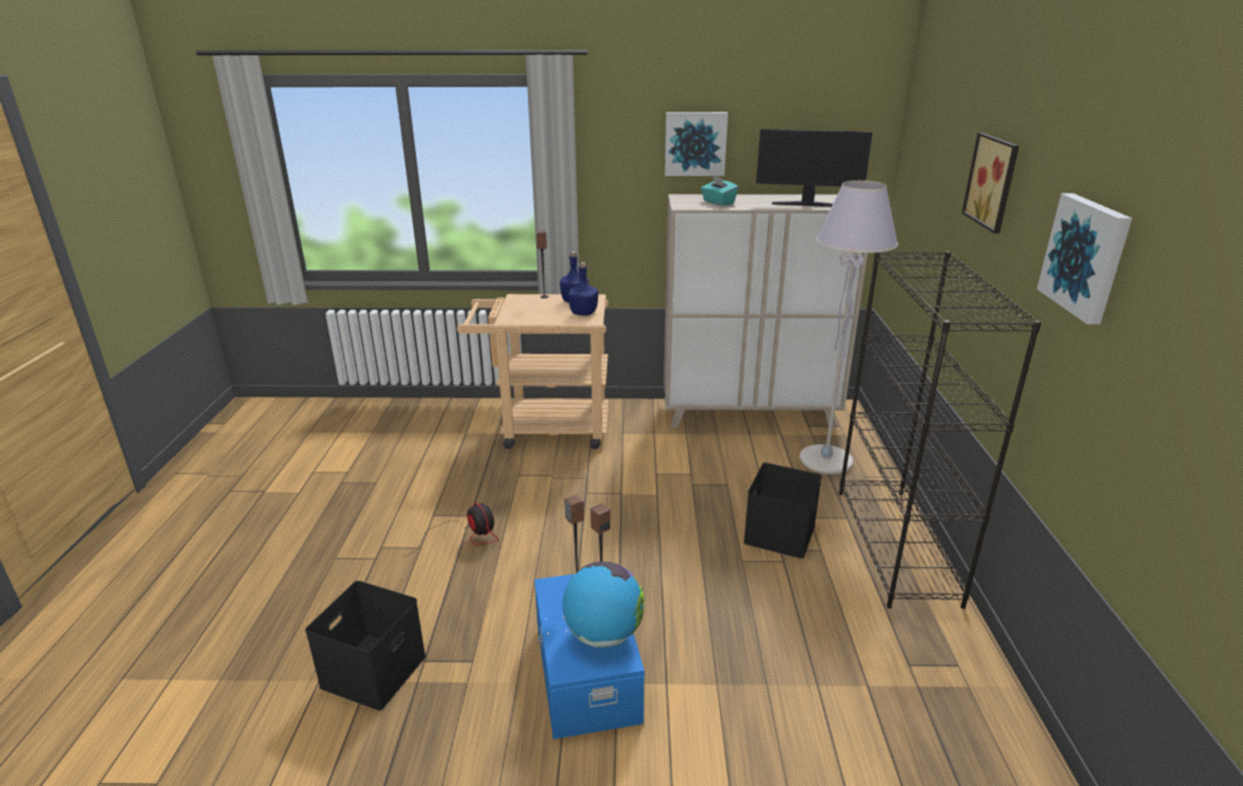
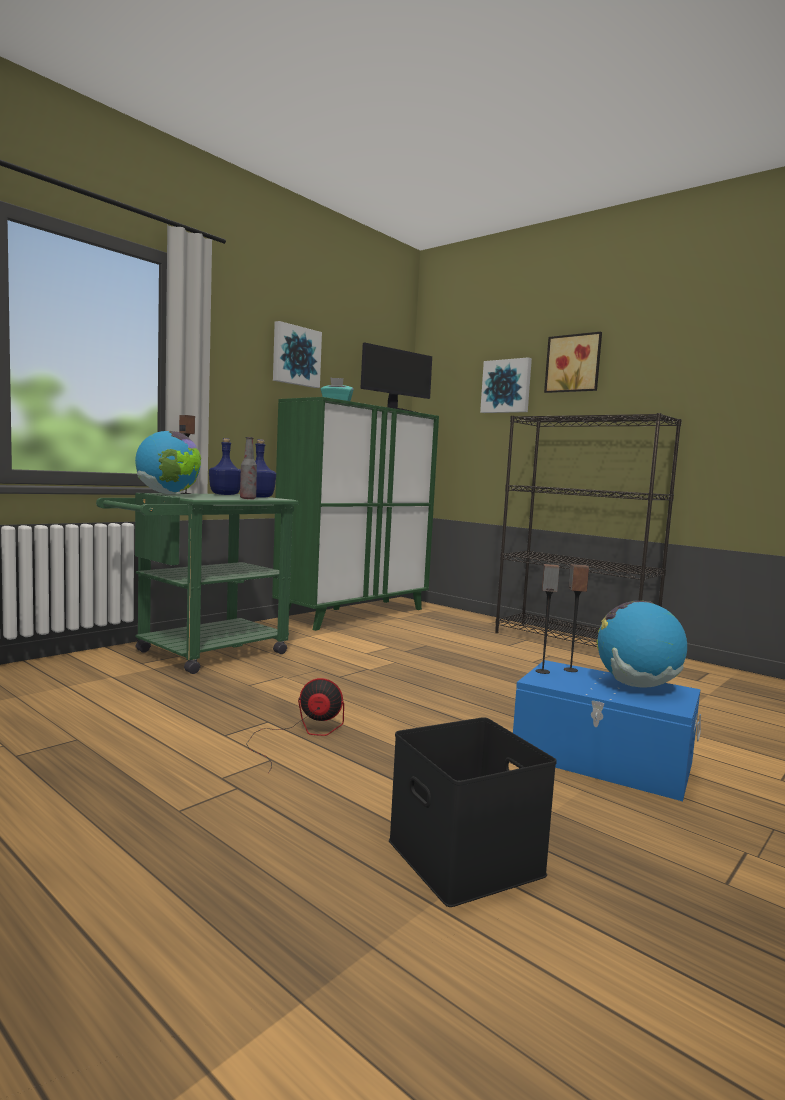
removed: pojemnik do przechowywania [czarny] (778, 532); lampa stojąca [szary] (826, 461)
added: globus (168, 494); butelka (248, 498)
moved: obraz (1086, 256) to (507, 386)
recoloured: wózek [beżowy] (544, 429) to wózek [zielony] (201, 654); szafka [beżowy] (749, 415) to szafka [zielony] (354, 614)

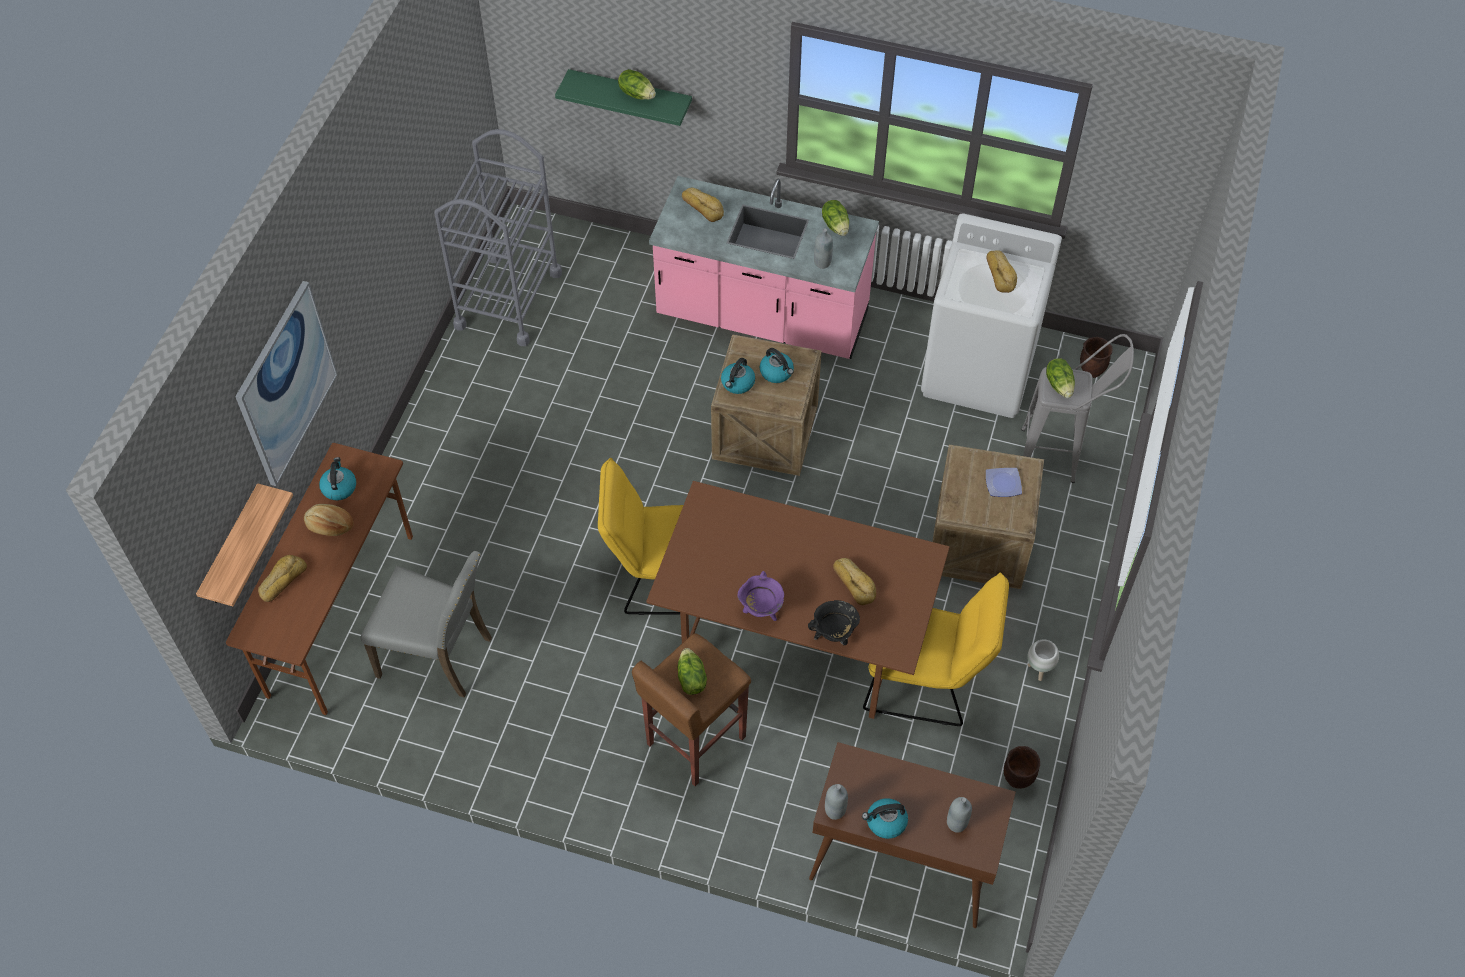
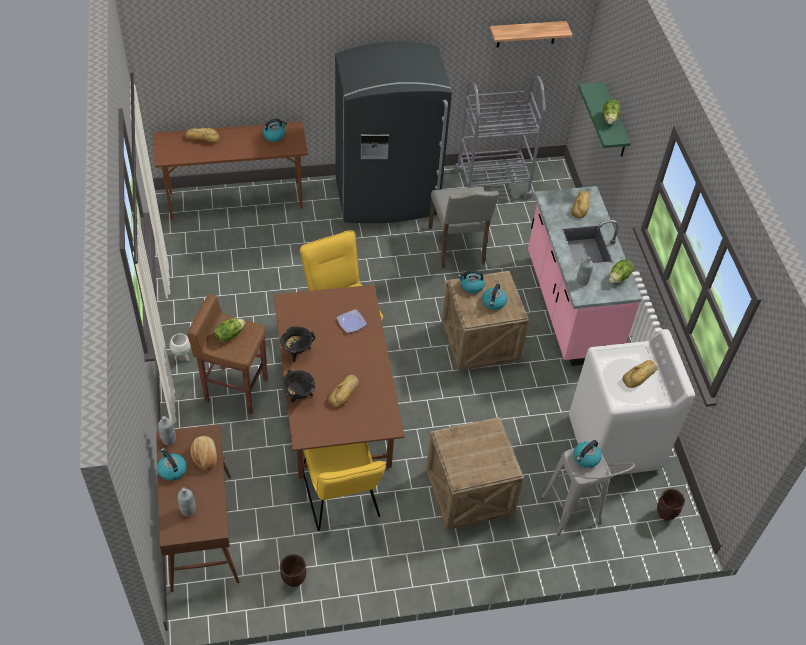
removed: obraz (286, 384)
added: lodówka [szary] (387, 198)
moved: półka (232, 549) to (526, 34); chleb (329, 525) to (205, 456); krzesło [szary] (438, 655) to (458, 246); talerz (1003, 483) to (352, 323); donica [biały] (1038, 670) to (182, 357)
replaced: sałata (1059, 385) to czajnik (585, 458)
recoloured: garnek [fioletowy] (761, 610) to garnek [czarny] (297, 352)

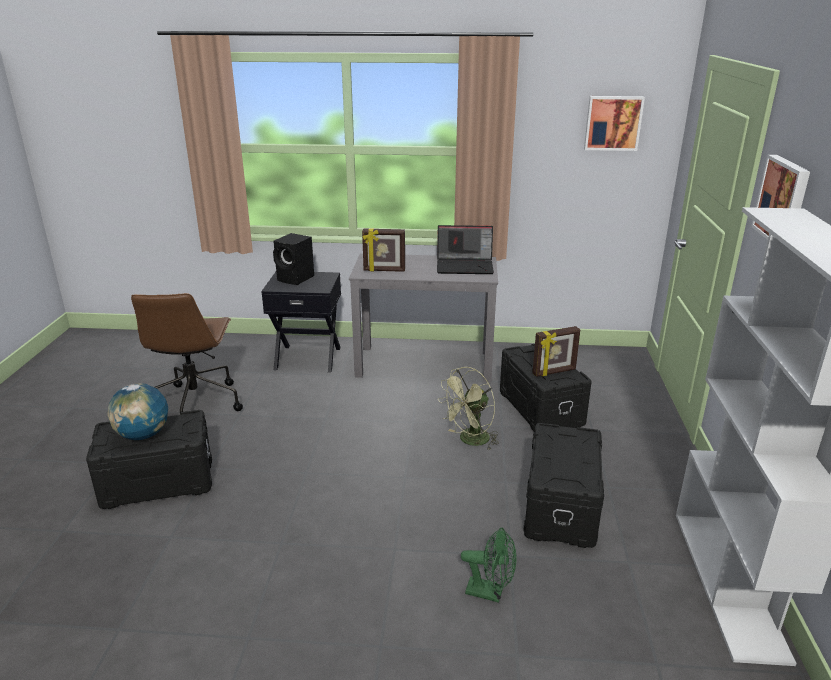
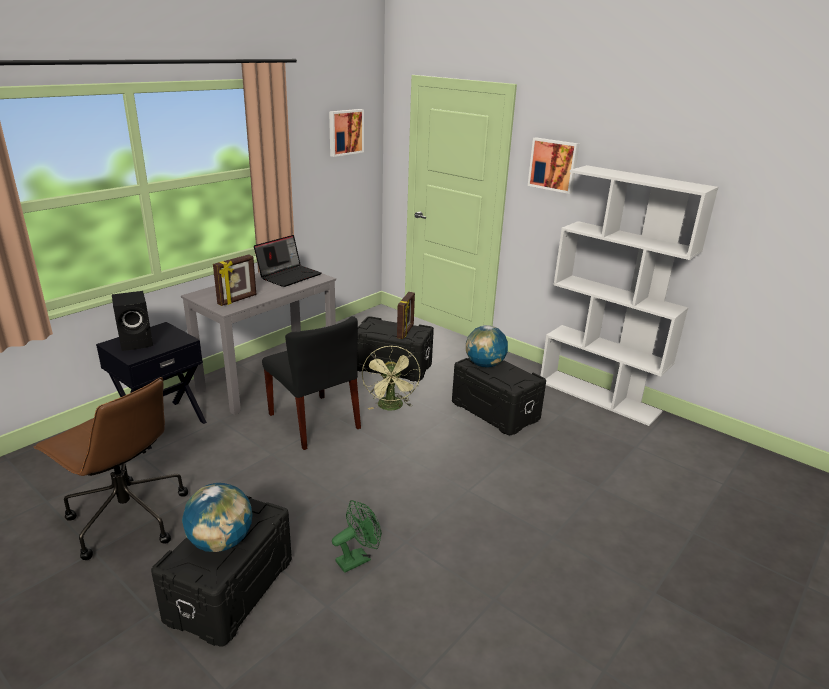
added: krzesło [czarny] (314, 421); globus (485, 365)
moved: wentylator [zielony] (490, 592) to (357, 558)

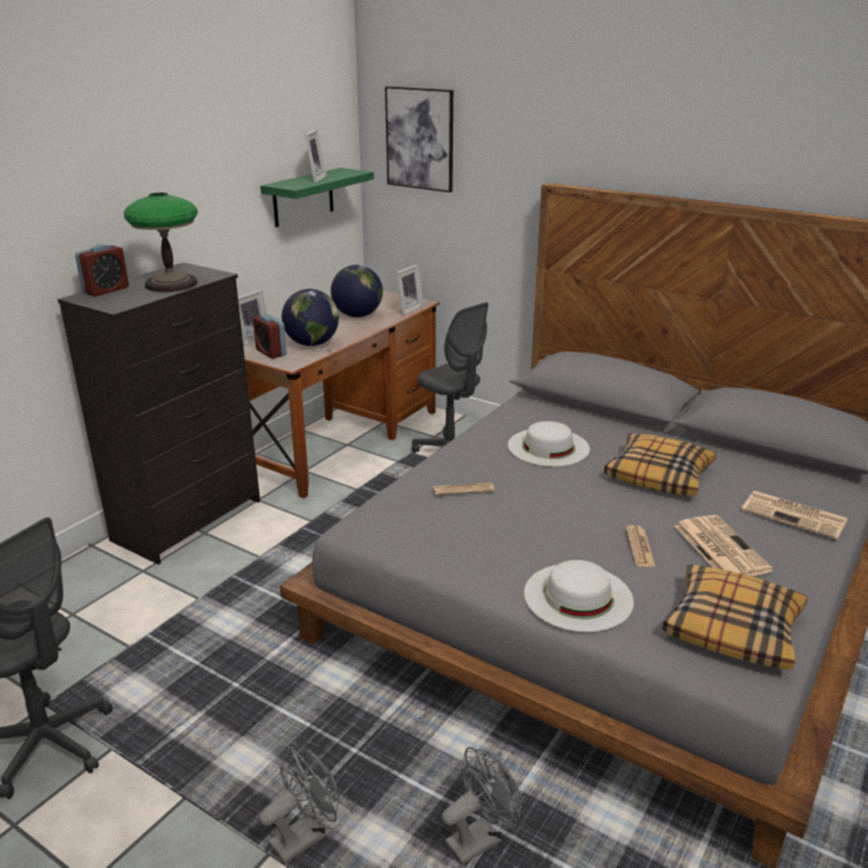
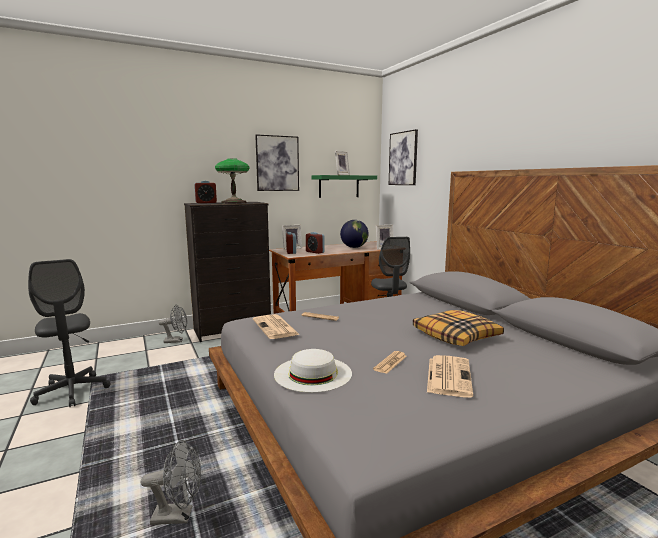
removed: kapelusz [biały] (548, 447); poduszka (733, 628)
added: obraz (277, 163)
moved: wentylator [szary] (305, 835) to (176, 341); gazeta (795, 515) to (276, 327)
replaced: globus (312, 344) to budzik (315, 252)

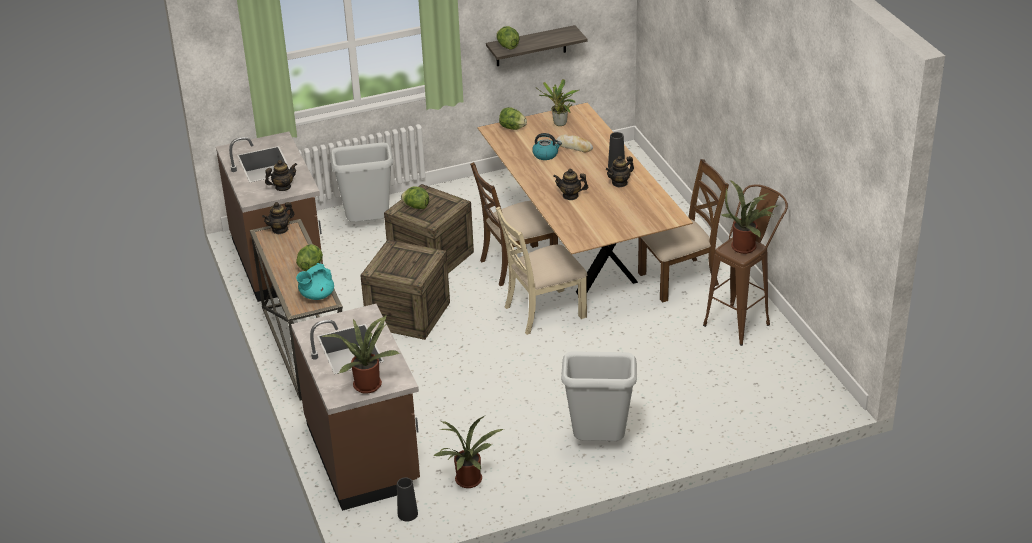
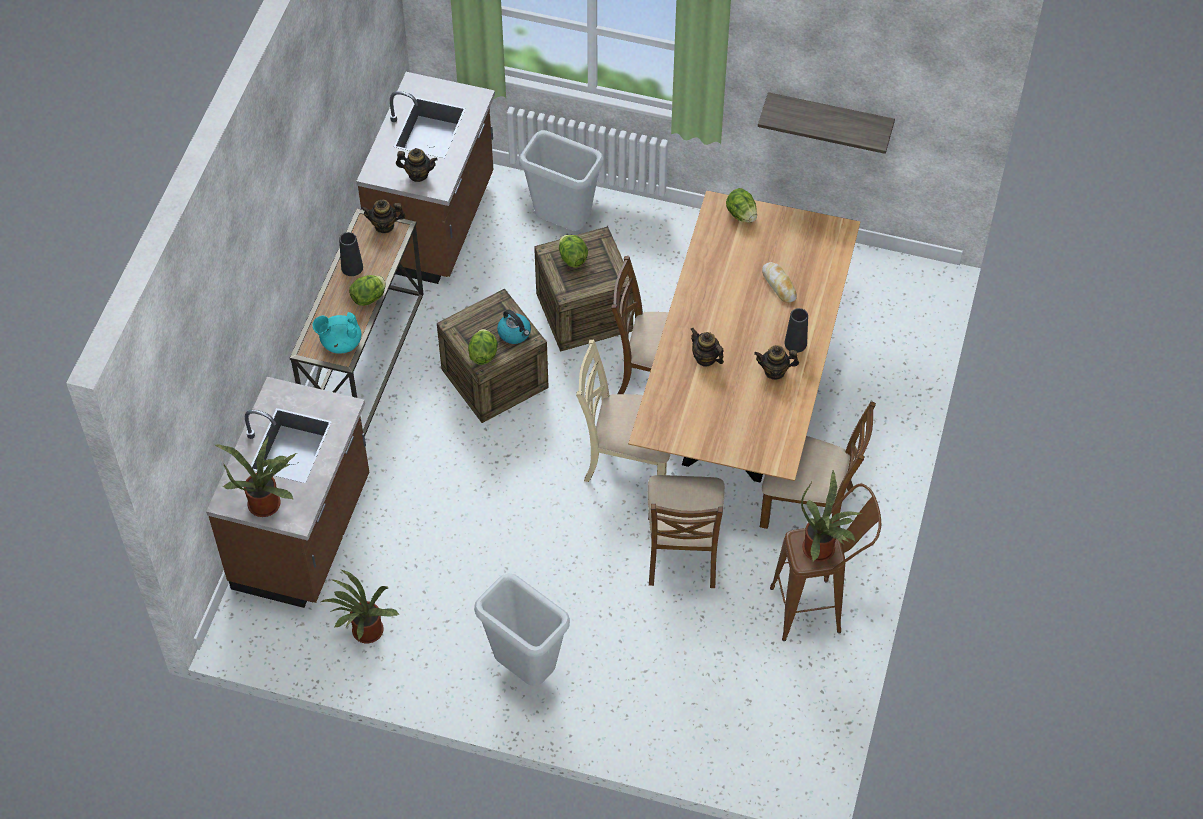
removed: roślina doniczkowa (560, 124)
added: krzesło [brązowy] (682, 551)
moved: wazon [czarny] (407, 514) to (352, 267); sałata (507, 46) to (483, 354); czajnik (546, 155) to (515, 333)

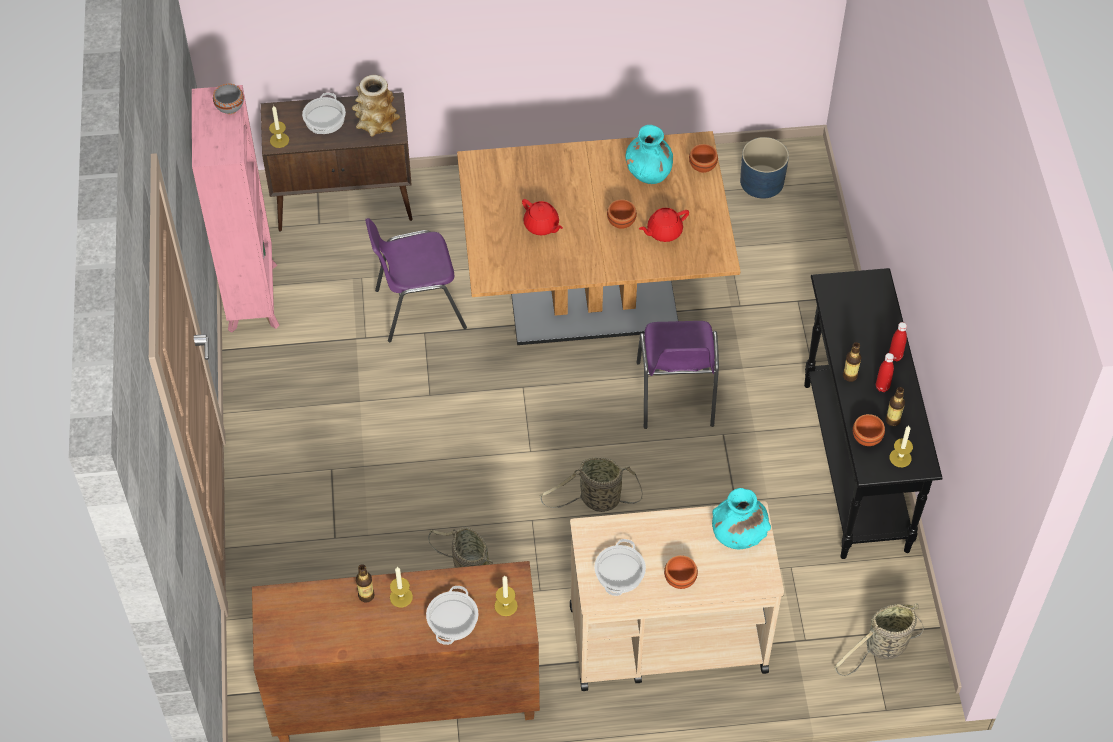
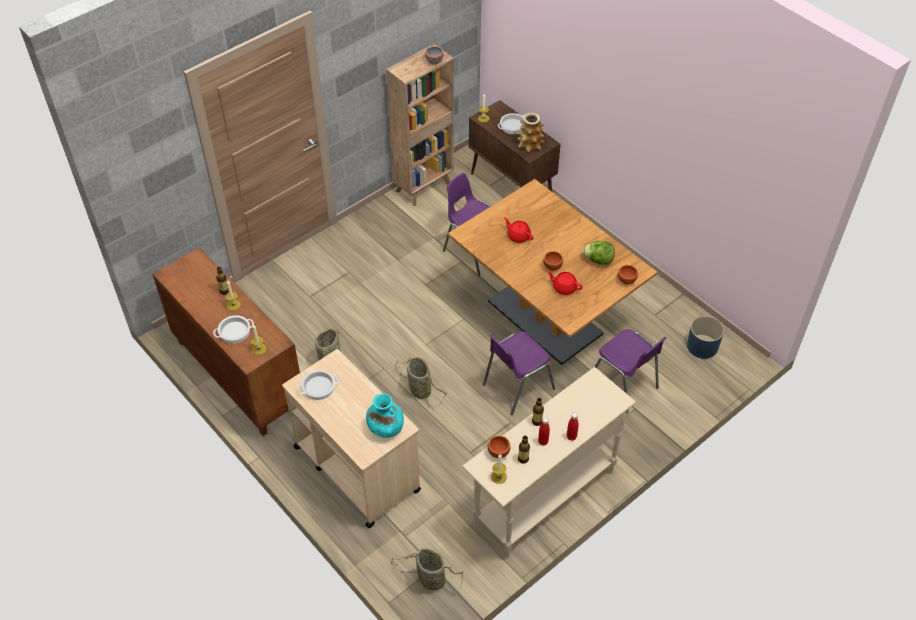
removed: miska [brązowy] (679, 579)
added: krzesło [fioletowy] (623, 385)
replaced: wazon [turkusowy] (649, 173) to sałata (598, 260)
recoloured: regał [różowy] (253, 295) to regał [brązowy] (424, 186); stolik konsolowy [czarny] (854, 467) to stolik konsolowy [beżowy] (543, 498)
turned: imbryk [czerwony] (541, 226) = (518, 236) 120 degrees clockwise

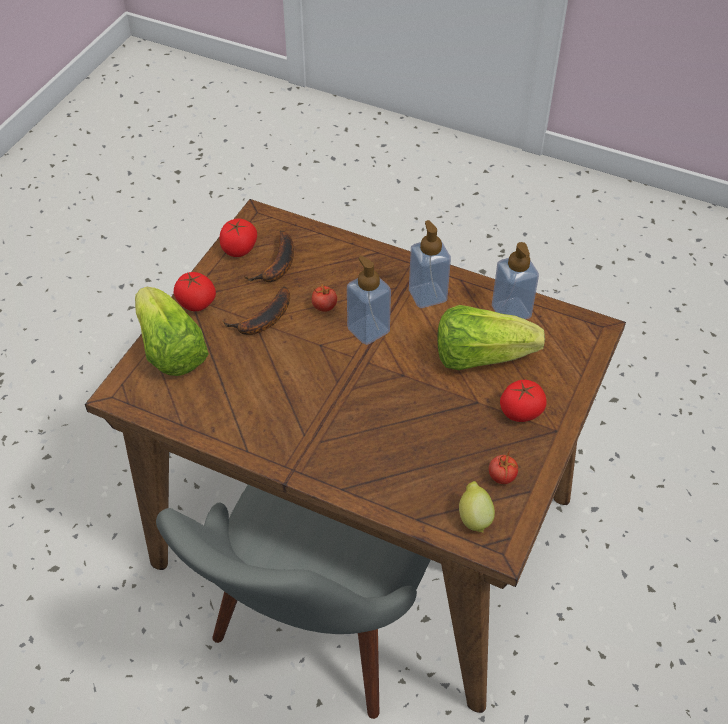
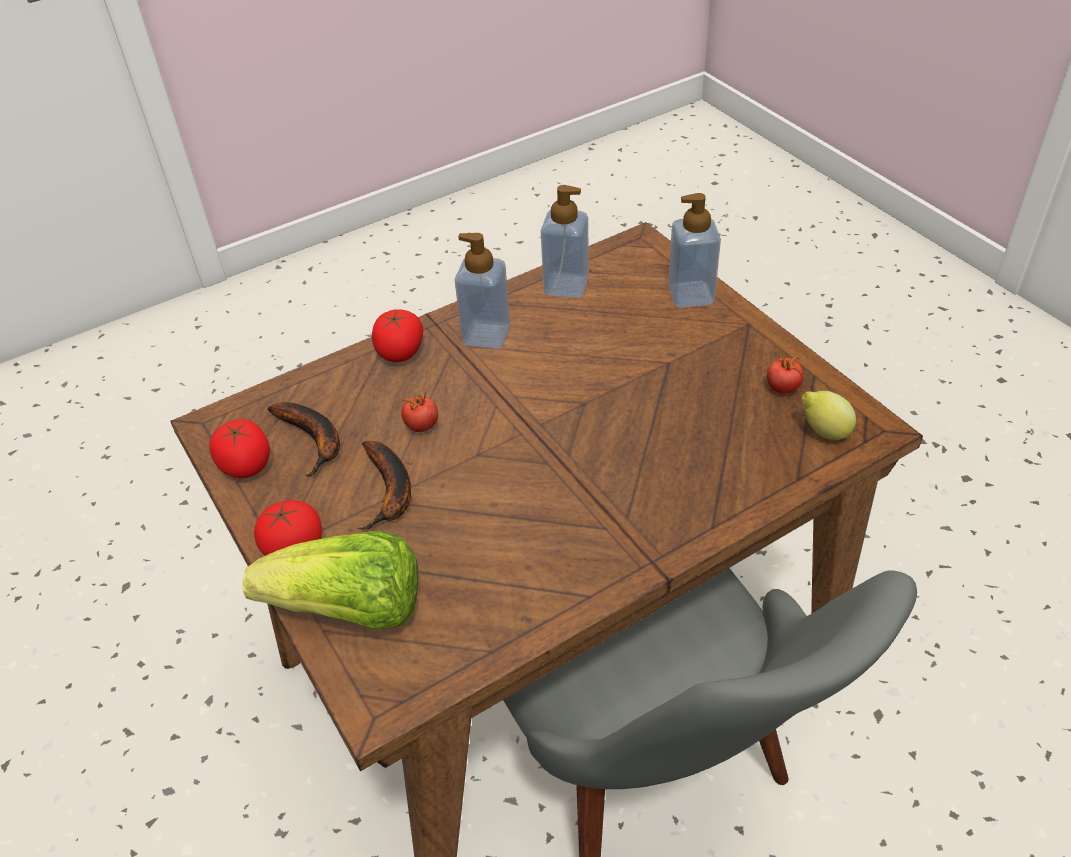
removed: sałata (480, 356)
moved: dozownik mydła (368, 330) to (691, 295); pomidor (521, 412) to (400, 352)

